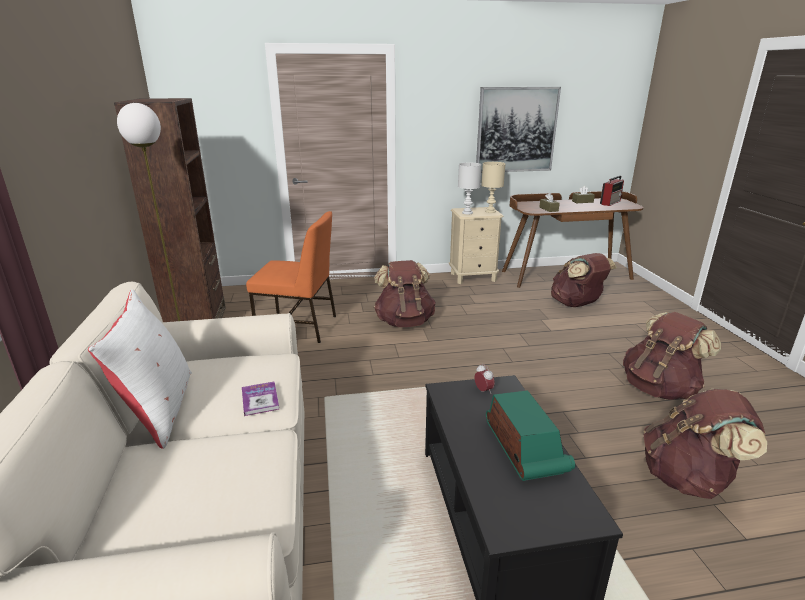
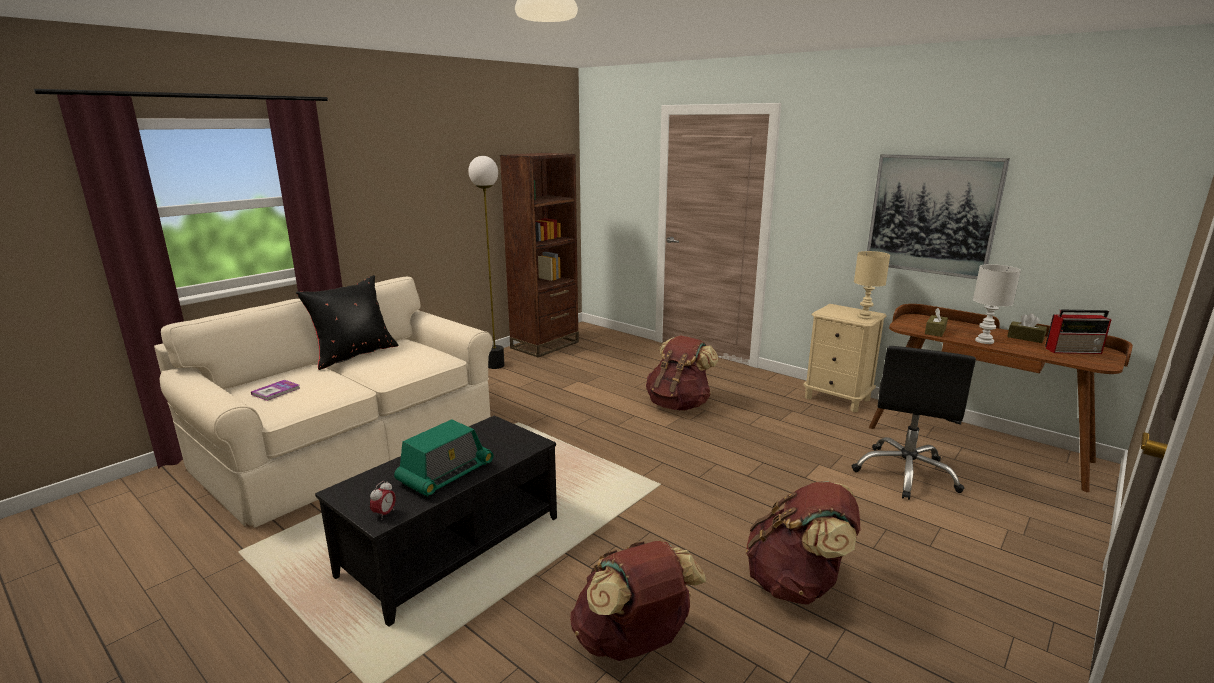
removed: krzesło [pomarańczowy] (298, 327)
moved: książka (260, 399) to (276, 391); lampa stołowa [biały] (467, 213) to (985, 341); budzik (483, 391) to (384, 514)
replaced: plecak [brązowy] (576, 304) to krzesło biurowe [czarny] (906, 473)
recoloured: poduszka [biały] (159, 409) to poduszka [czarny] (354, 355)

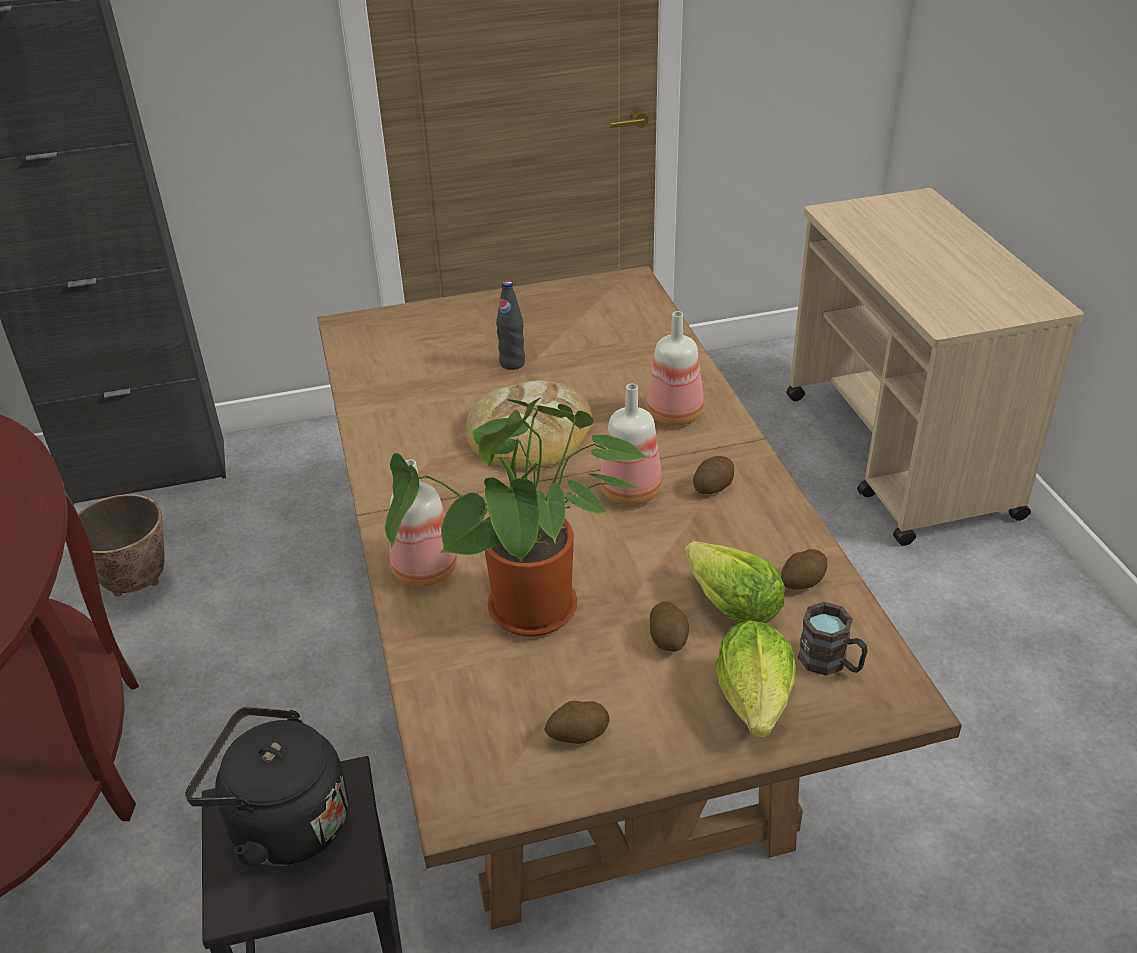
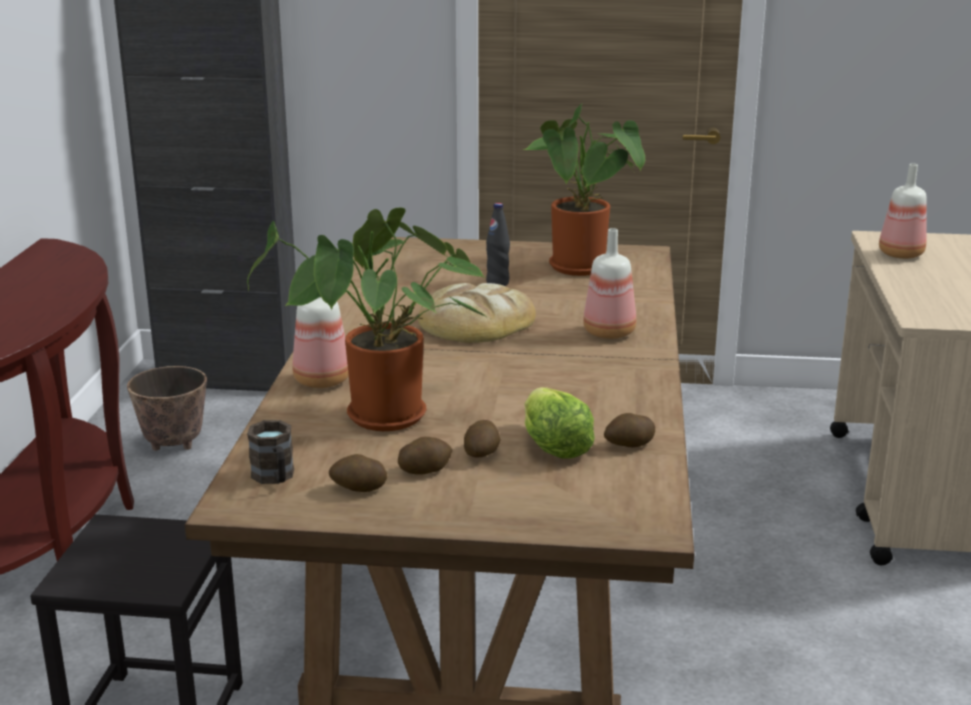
removed: czajnik [czarny] (281, 824); sałata (755, 699)
added: roślina doniczkowa (583, 269)
moved: butelka (630, 493) to (900, 255); ziemniak (713, 486) to (425, 470); kubek [brązowy] (831, 663) to (275, 478)

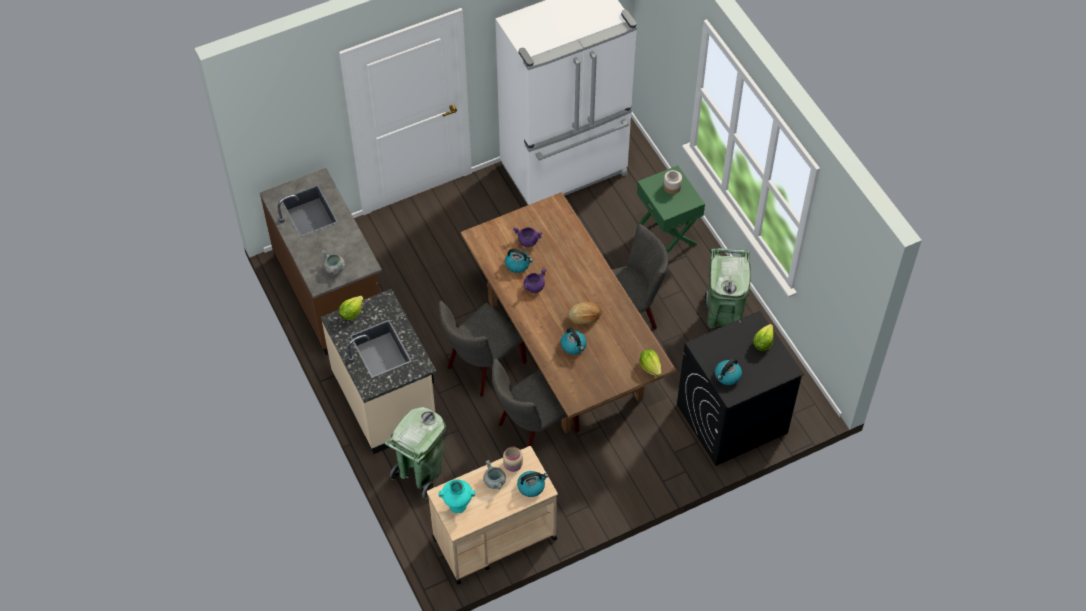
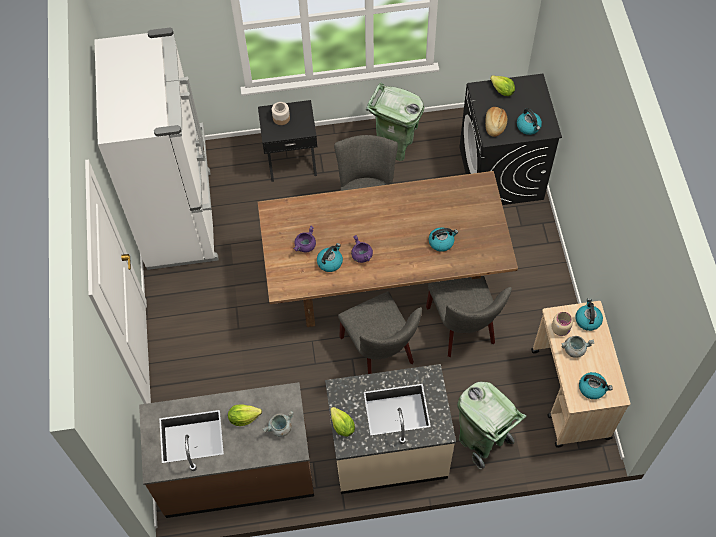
moved: chleb (584, 317) to (494, 125); sałata (650, 367) to (244, 418)
replaced: wazon [turkusowy] (458, 505) to czajnik (592, 388)
recoloured: szafka nocna [zielony] (667, 235) to szafka nocna [czarny] (291, 160)

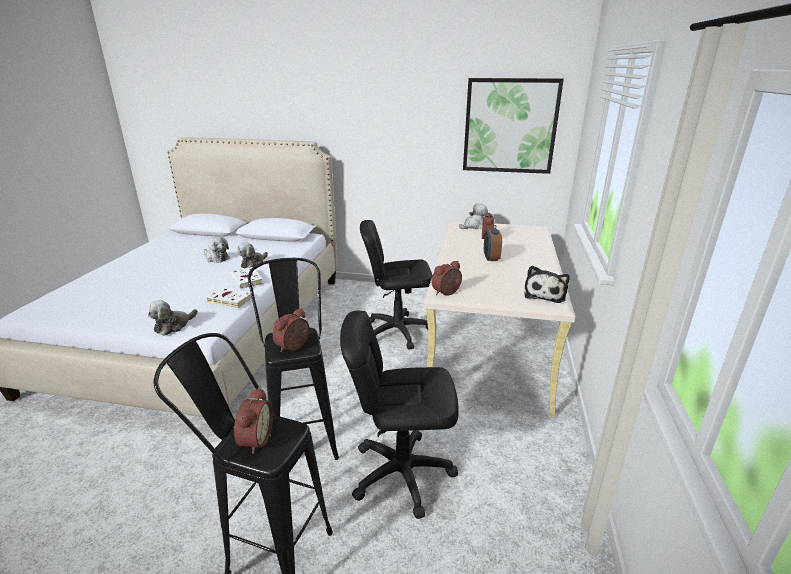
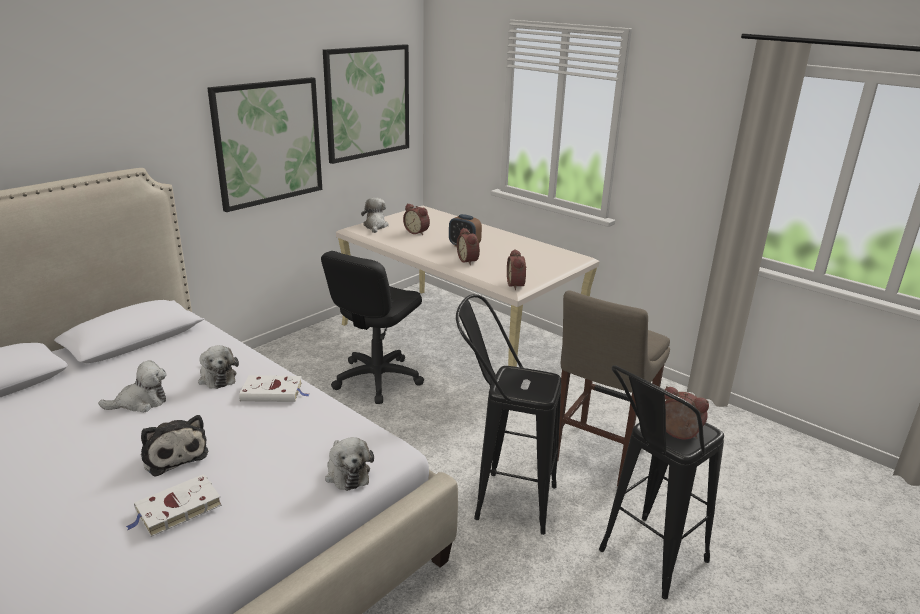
added: obraz (268, 142)
moved: książka [biały] (228, 300) to (176, 509); budzik (294, 347) to (469, 260); pluszak (545, 294) to (174, 454)
replaced: krzesło biurowe [czarny] (401, 473) to stołek [beżowy] (598, 456)

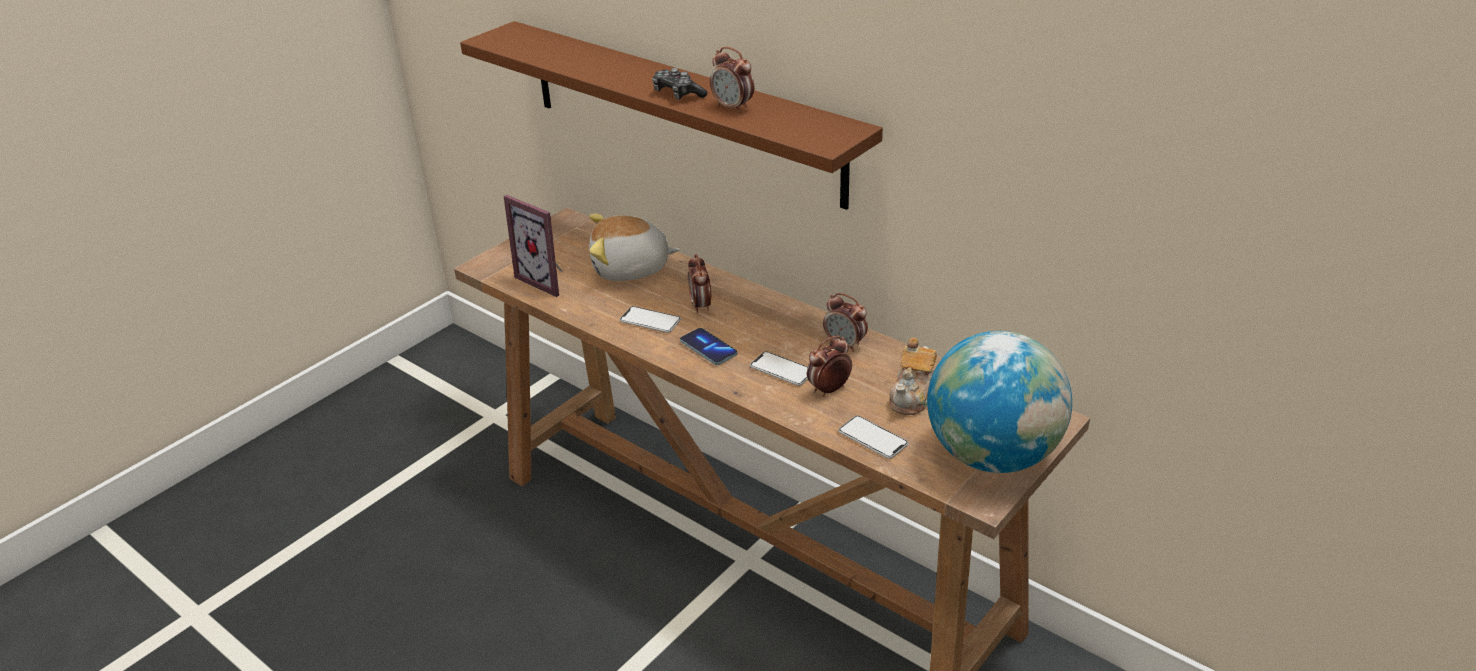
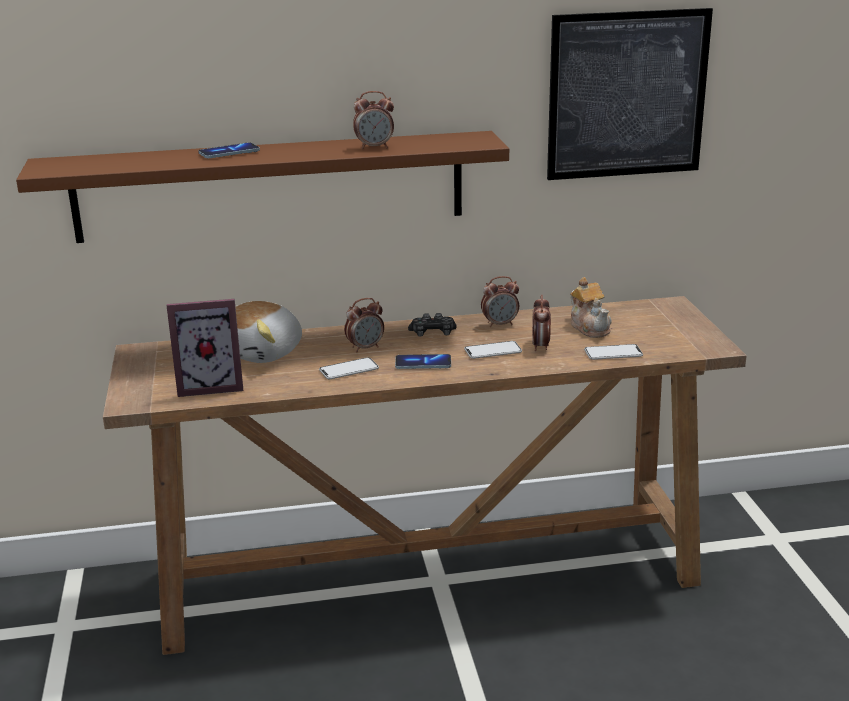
removed: globus (992, 455)
added: telefon (229, 153); obraz (627, 95)
moved: pad do gier (677, 94) to (433, 334)
turned: budzik (700, 306) = (365, 348) 60 degrees counterclockwise

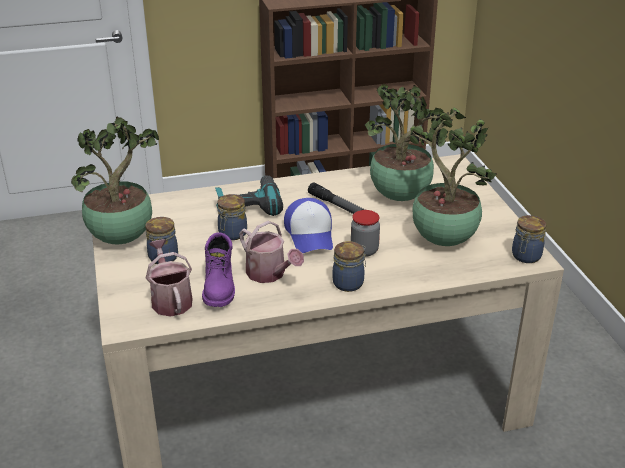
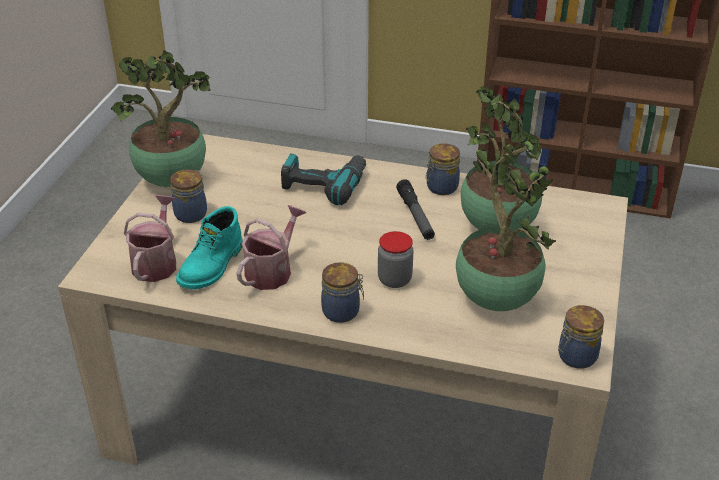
removed: czapka z daszkiem (310, 234)
moved: słoik (232, 234) to (441, 188)
recoloured: but z cholewką [fioletowy] (220, 287) to but z cholewką [turkusowy] (212, 266)
turned: konewka (269, 274) = (272, 270) 135 degrees counterclockwise

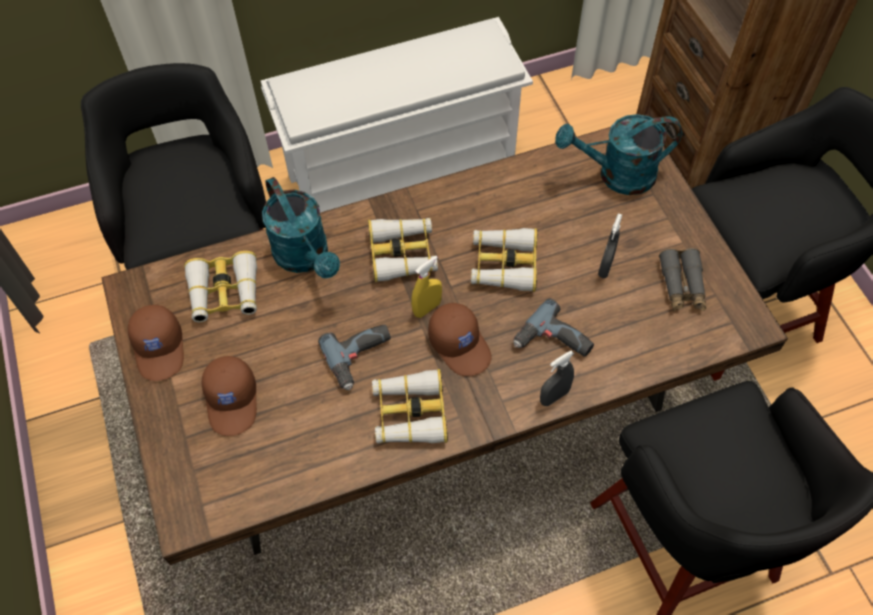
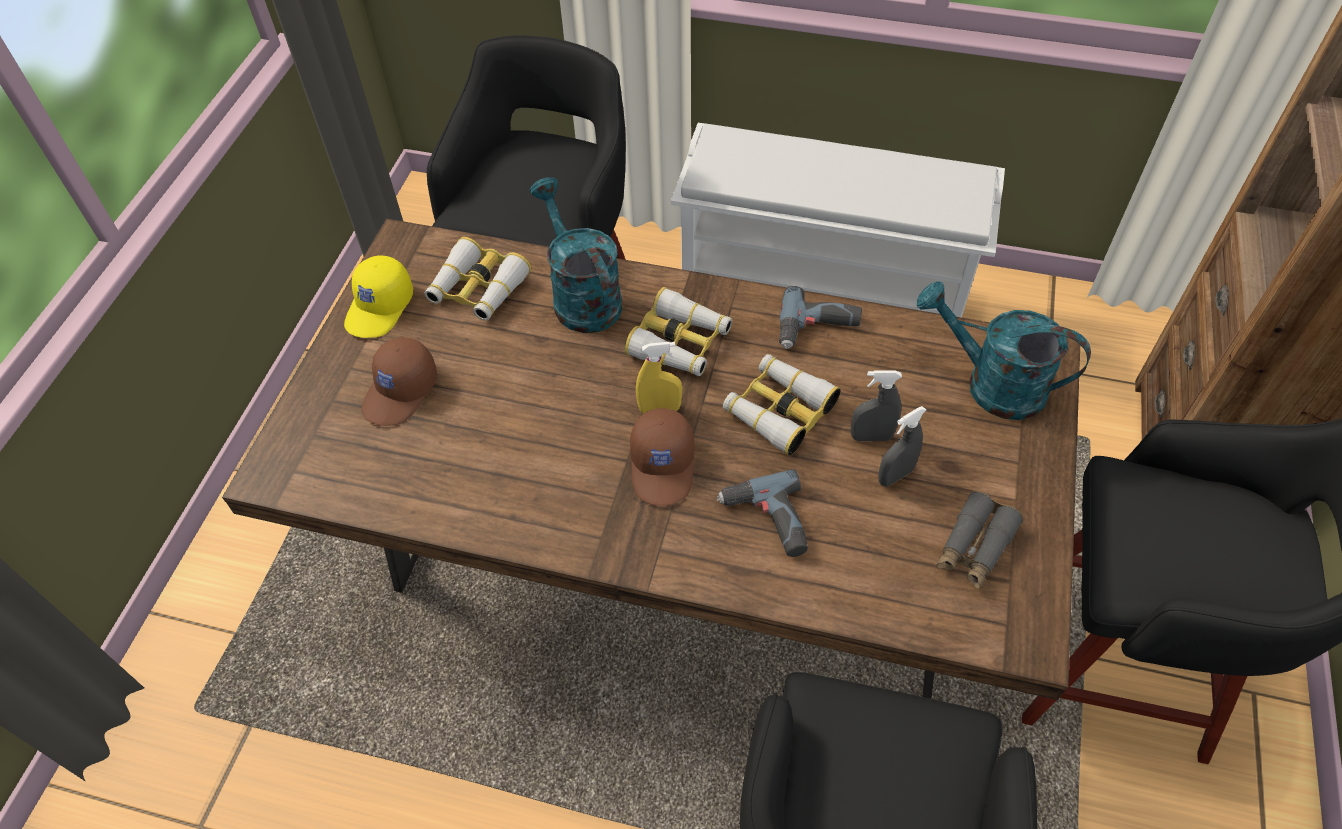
removed: lornetka (409, 413)
moved: wiertarka (361, 358) to (818, 329); spryskiwacz [szary] (554, 396) to (871, 437)
recoloured: czapka z daszkiem [brązowy] (160, 348) to czapka z daszkiem [żółty] (380, 308)
turned: konewka [turkusowy] (306, 257) = (581, 296) 150 degrees clockwise

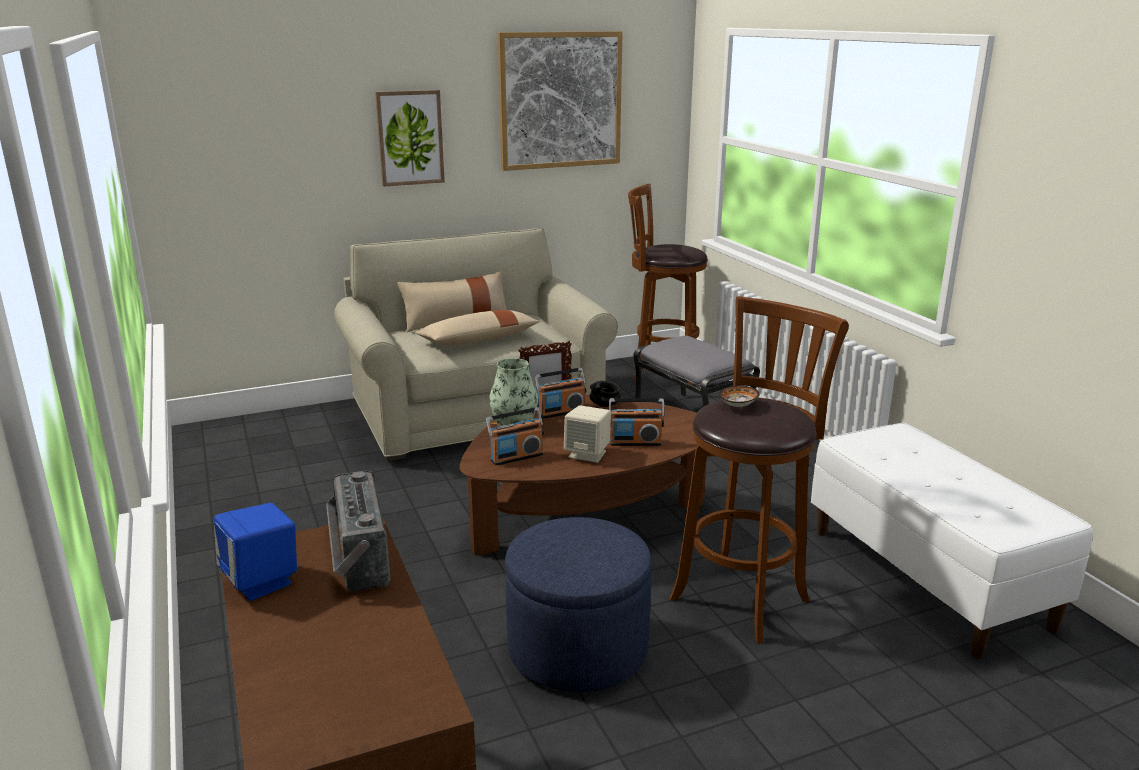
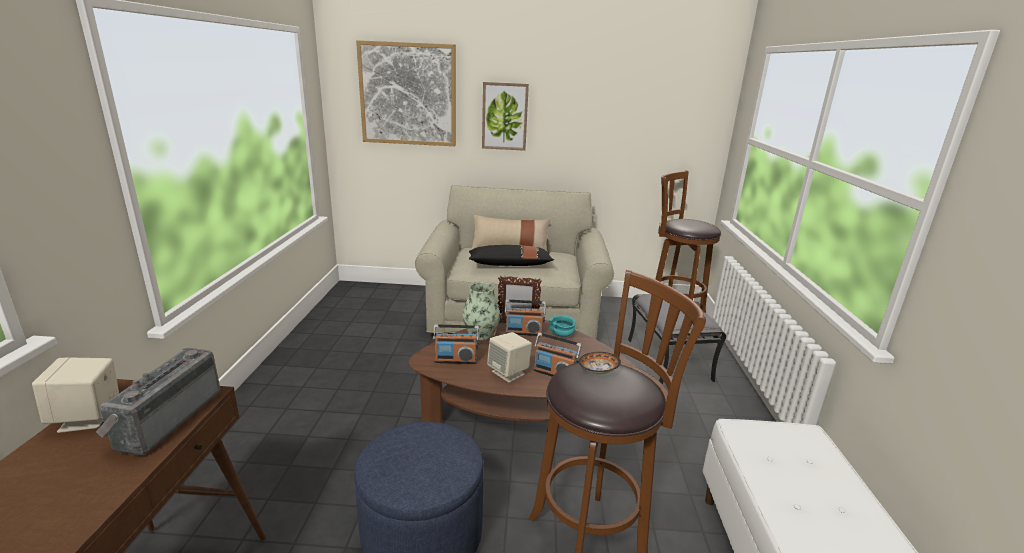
moved: obraz (560, 100) to (408, 94)
recoloured: głośnik [niebieski] (262, 581) to głośnik [beżowy] (88, 418); poduszka [beżowy] (478, 340) to poduszka [czarny] (510, 265); miska [czarny] (604, 405) to miska [turkusowy] (561, 335)

